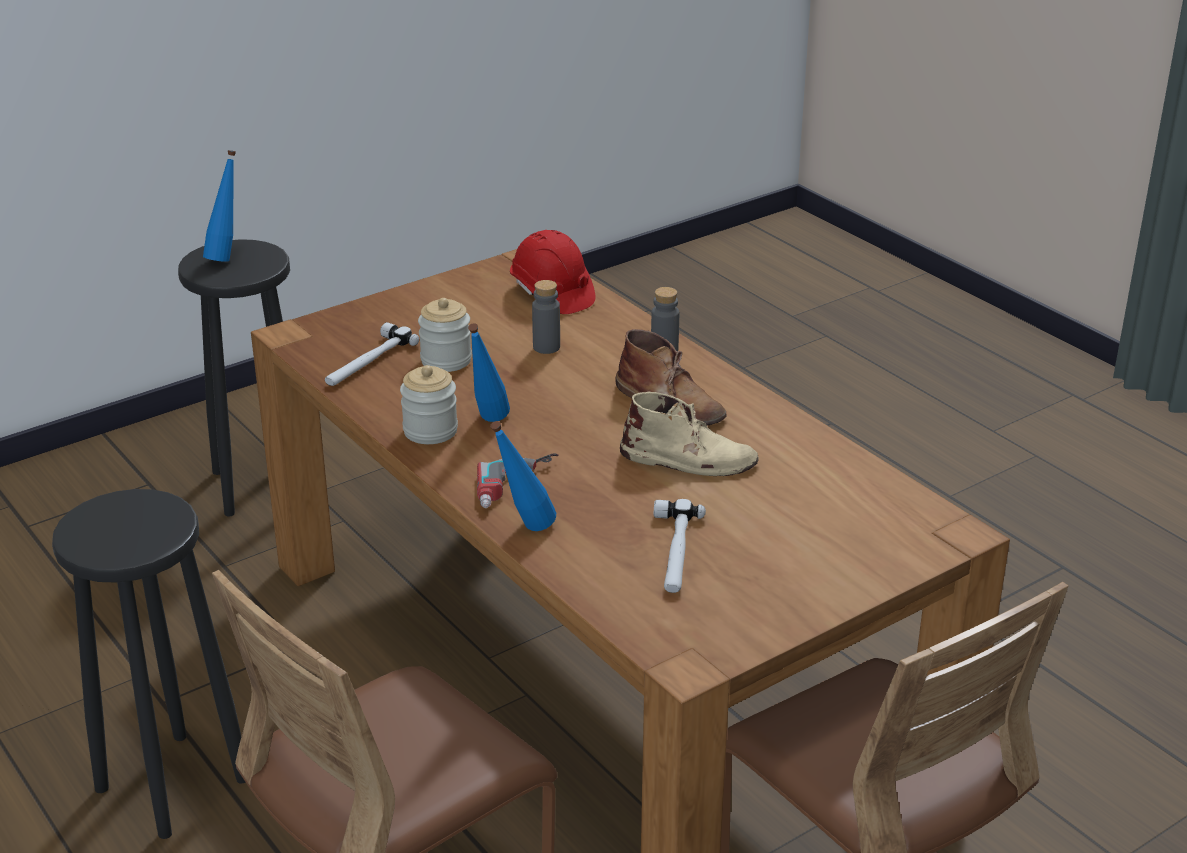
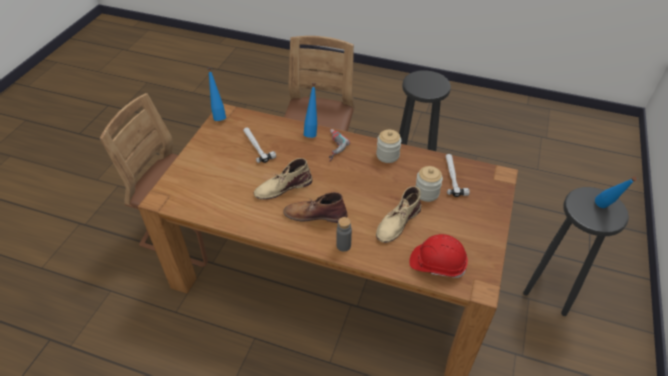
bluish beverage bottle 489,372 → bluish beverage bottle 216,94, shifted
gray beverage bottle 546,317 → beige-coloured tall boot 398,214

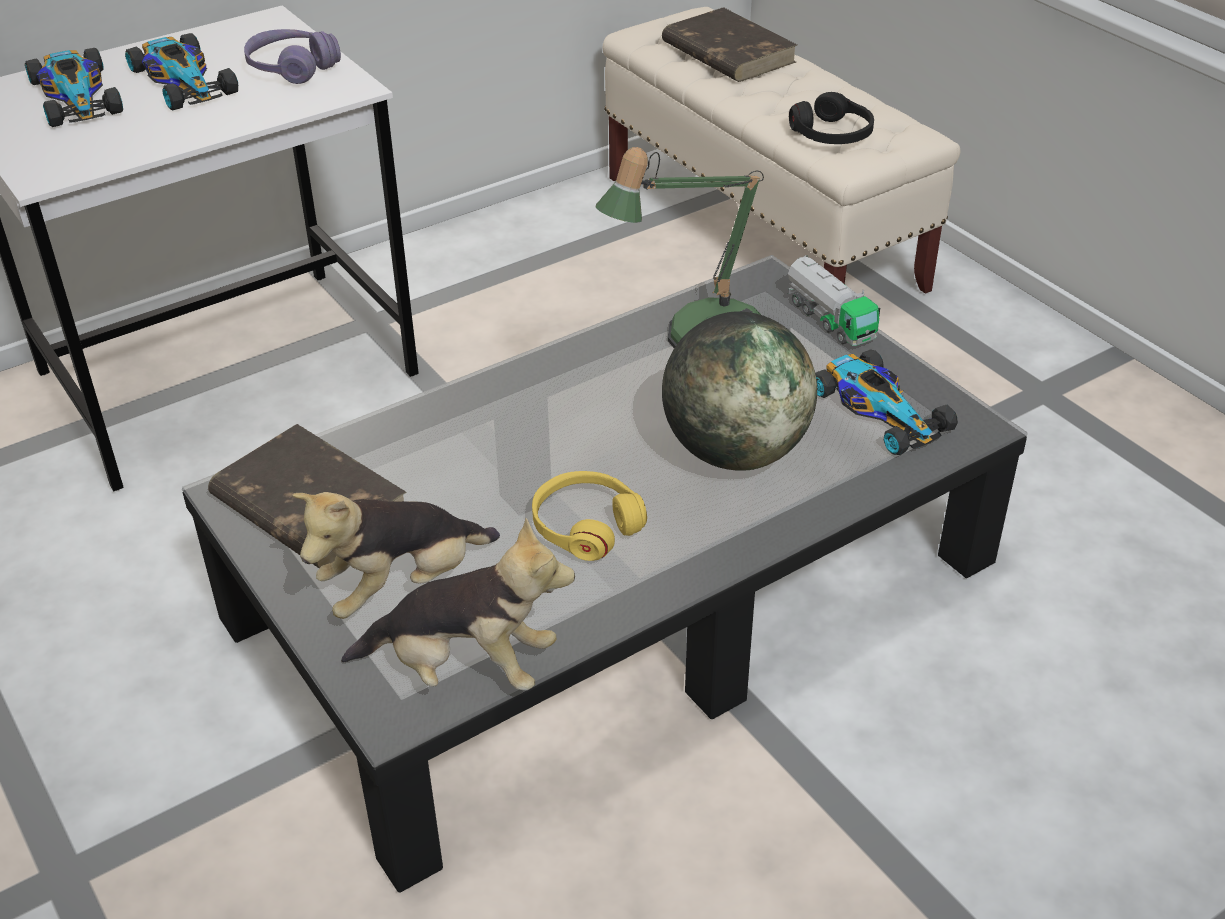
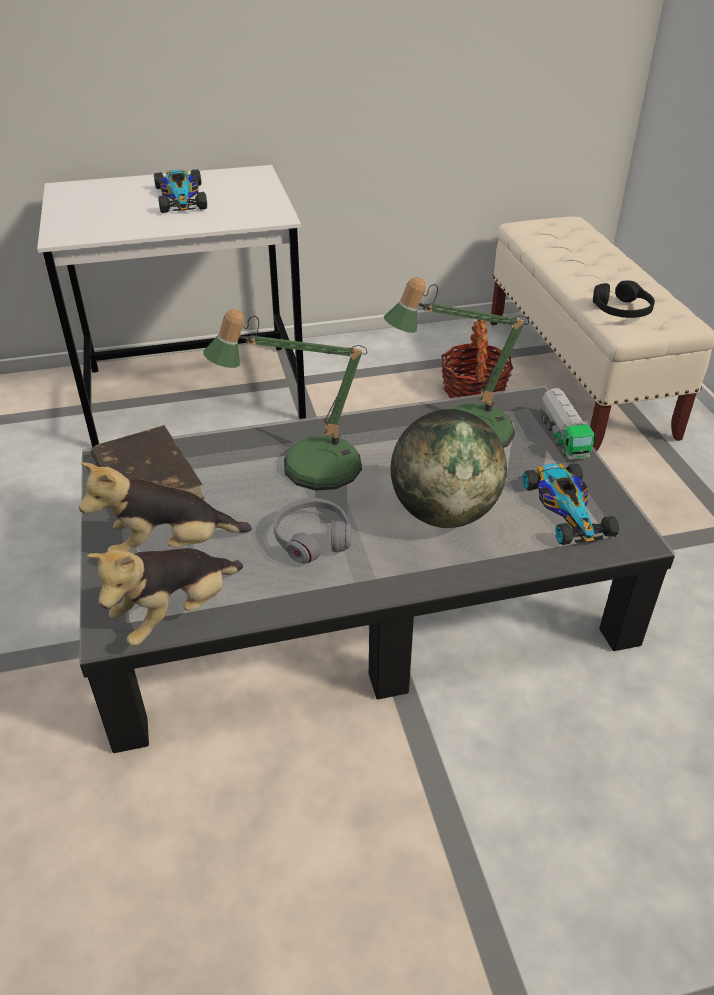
miniature car 74,87 → -
purple-coloured headset 292,56 → -
brownish bound book 729,44 → -
- → table lamp 285,400
- → household basket 477,359
yellow headset 589,516 → gray headset 312,530
cuddly toy 458,604 → cuddly toy 165,597, 105 degrees clockwise

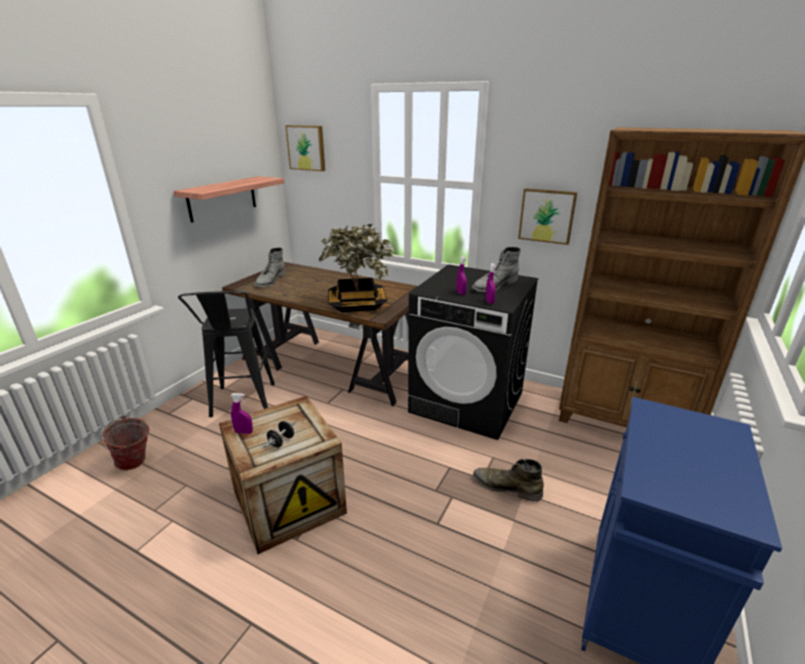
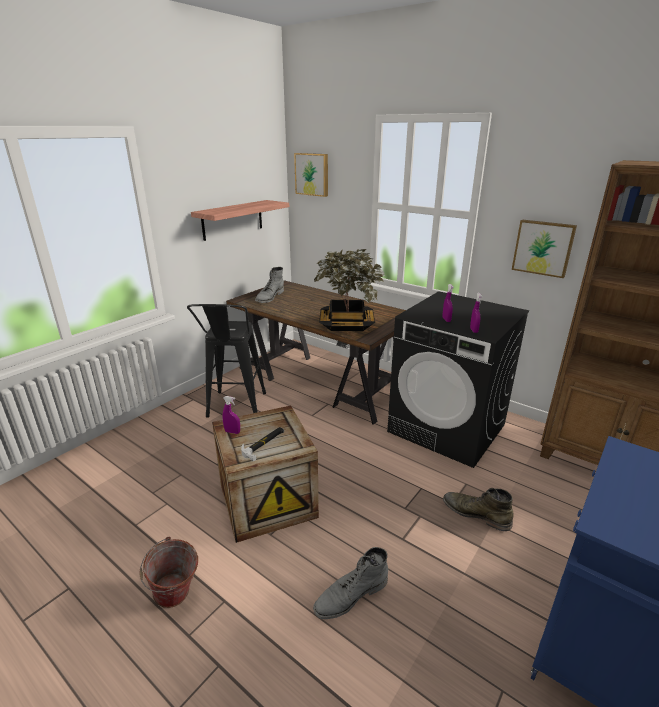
water bucket 124,443 → water bucket 169,572, shifted
gray tall boot 496,269 → gray tall boot 350,583, shifted
black-coloured dumbbell 279,434 → tool hammer 262,444

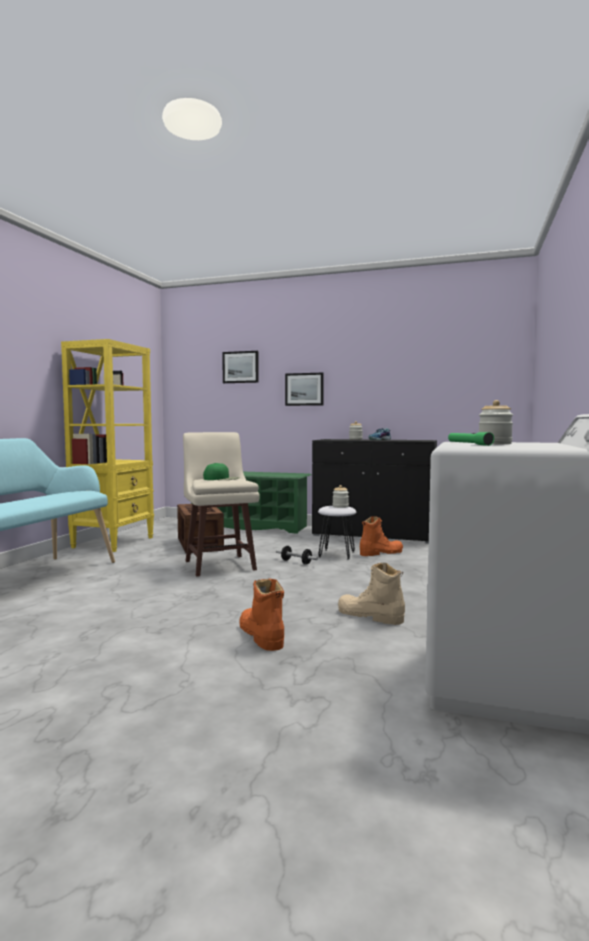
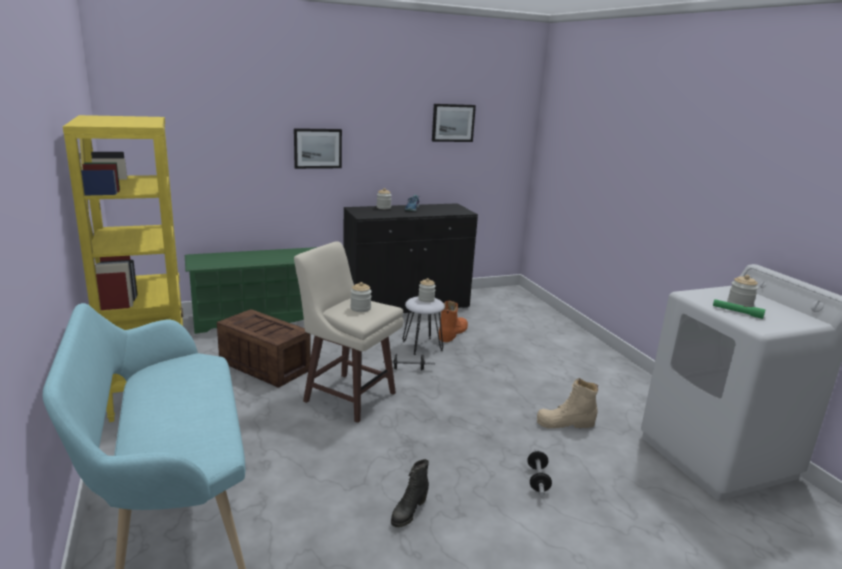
- → black-coloured tall boot 410,493
wall art 240,367 → wall art 454,123, shifted
green-coloured peaked cap 221,471 → preserve jar 361,297
orange tall boot 261,615 → dumbbell 539,472

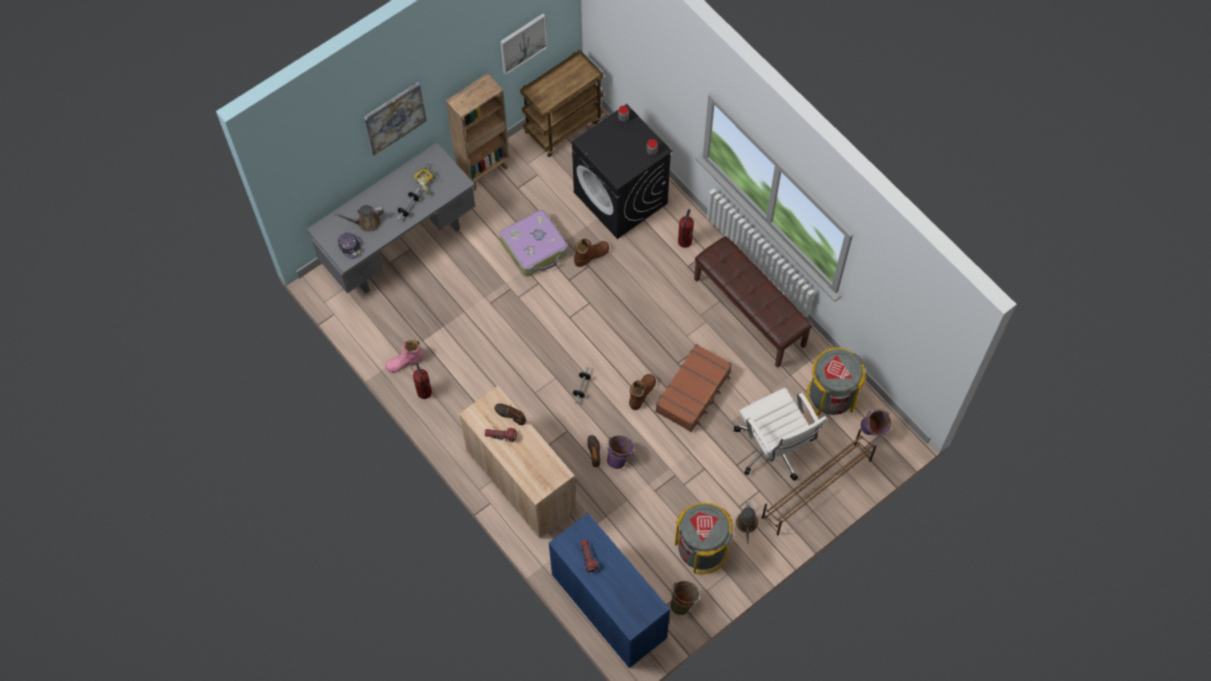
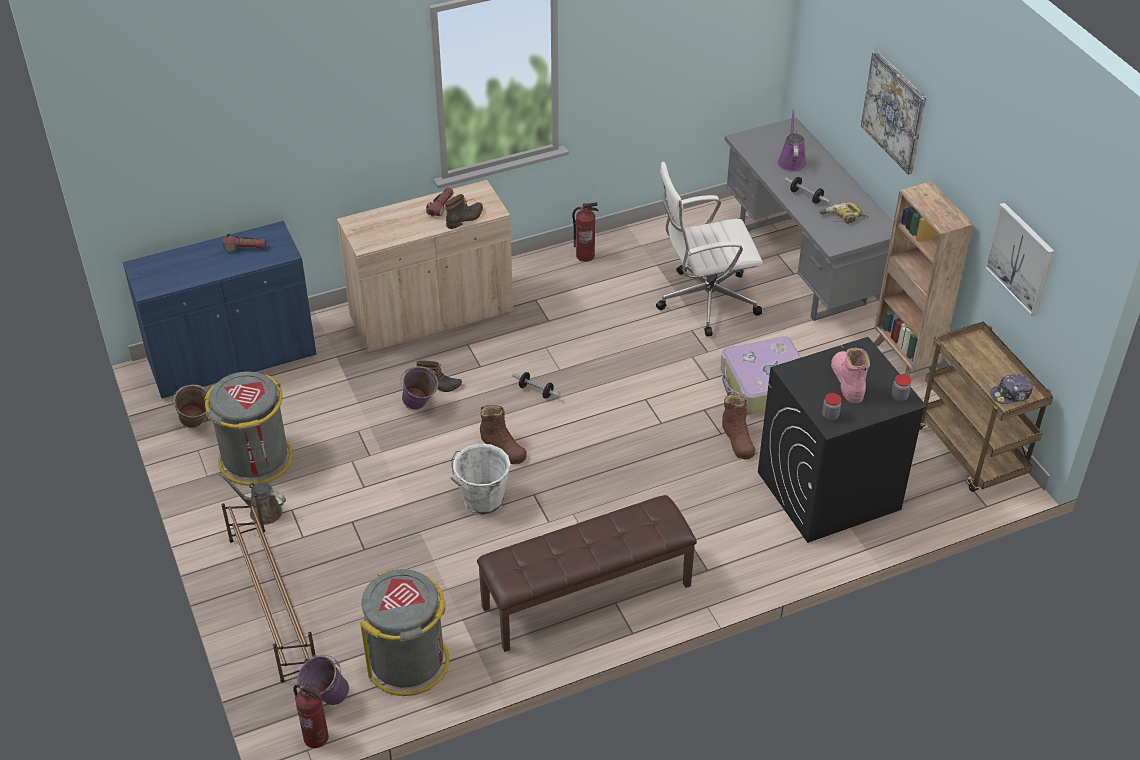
peaked cap 350,245 → peaked cap 1011,389, shifted
pink tall boot 404,356 → pink tall boot 850,375, shifted
fire-fighting cylinder 686,228 → fire-fighting cylinder 311,716, shifted
white-coloured desk chair 780,434 → white-coloured desk chair 709,249, shifted
brownish travel case 693,388 → white-coloured water bucket 481,479
brownish watering pot 359,218 → purple-coloured watering pot 792,141

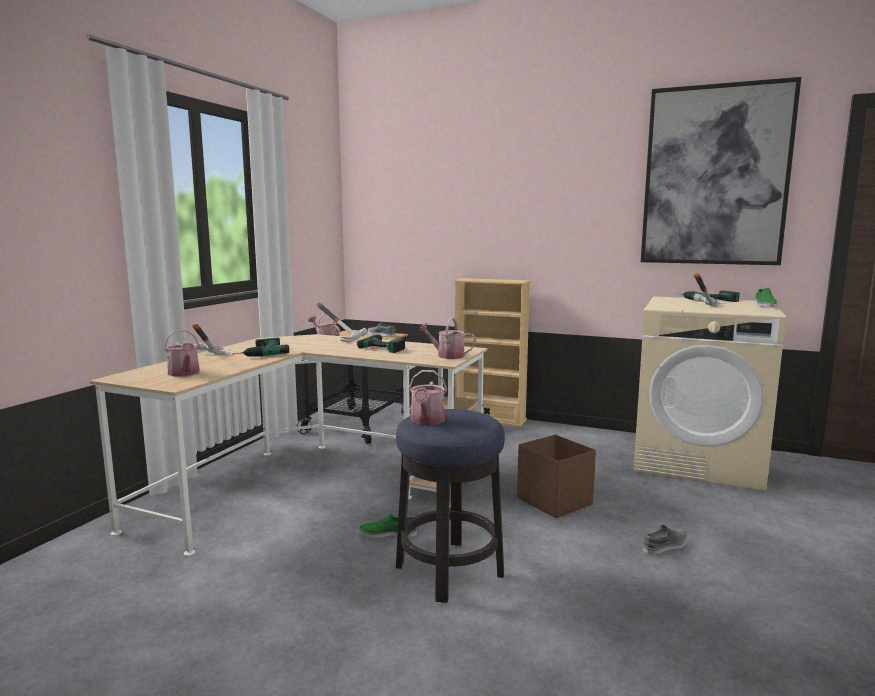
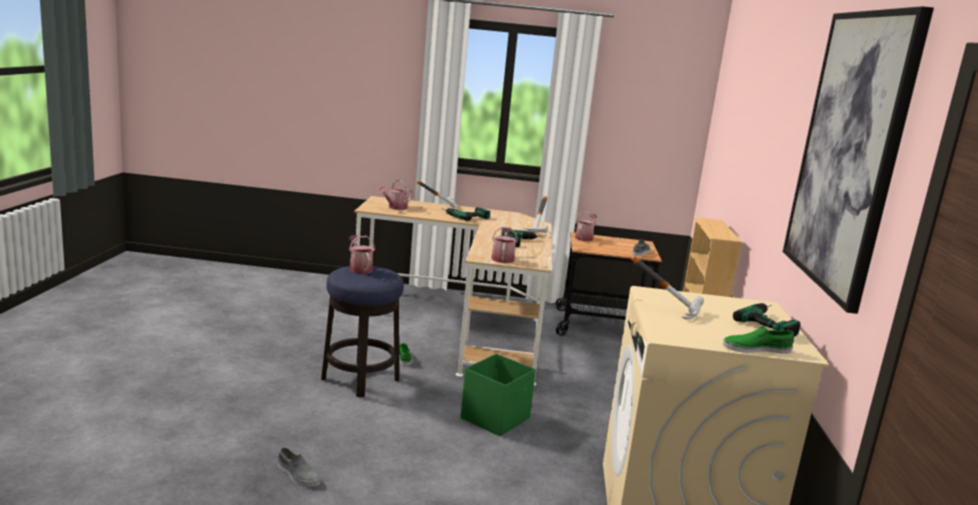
gray low shoe 665,540 → gray low shoe 299,467, shifted
brownish storage container 556,476 → green-coloured storage container 498,395
watering pot 428,397 → watering pot 362,254, 75 degrees clockwise

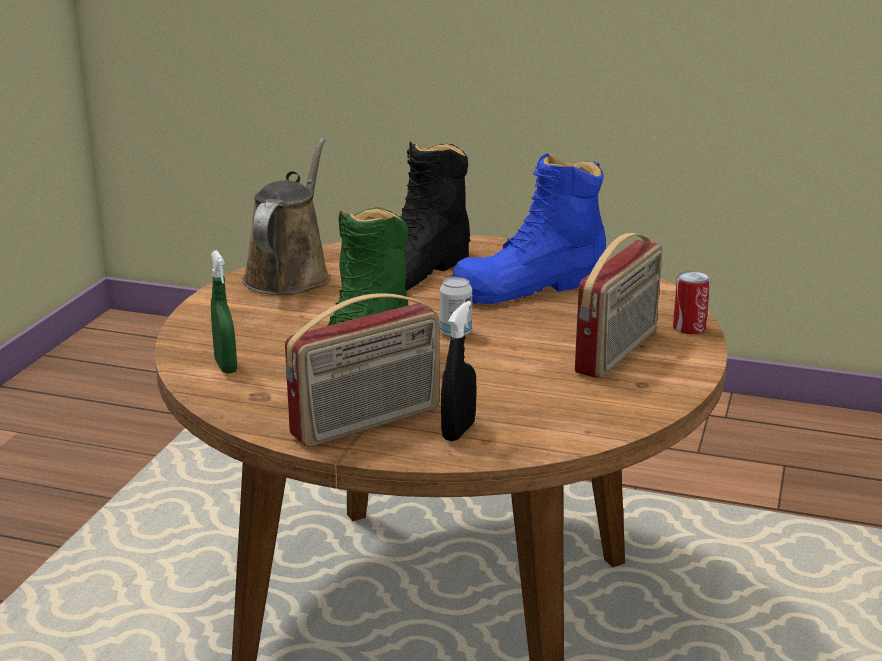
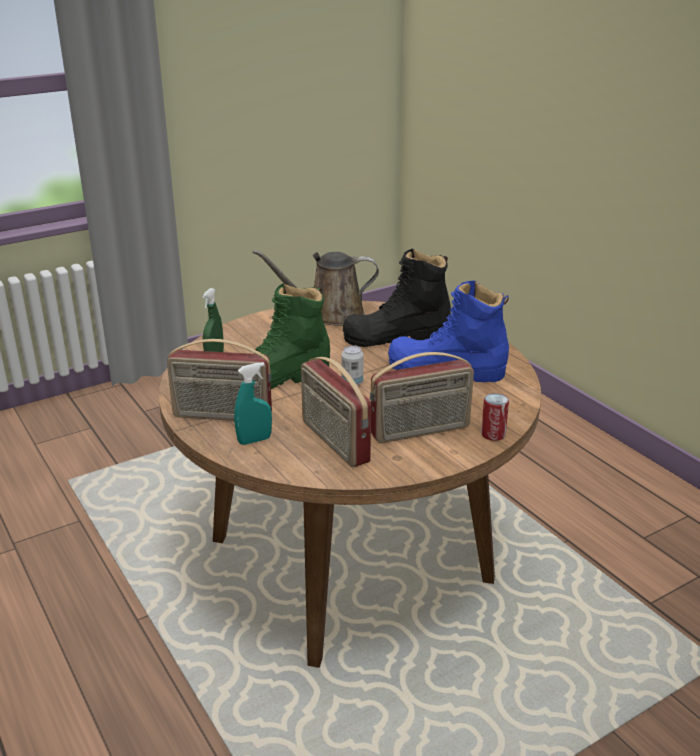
- → radio receiver 336,412
black-coloured sprayer 459,371 → turquoise sprayer 253,403
brownish watering pot 286,216 → brownish watering pot 315,288, 150 degrees counterclockwise

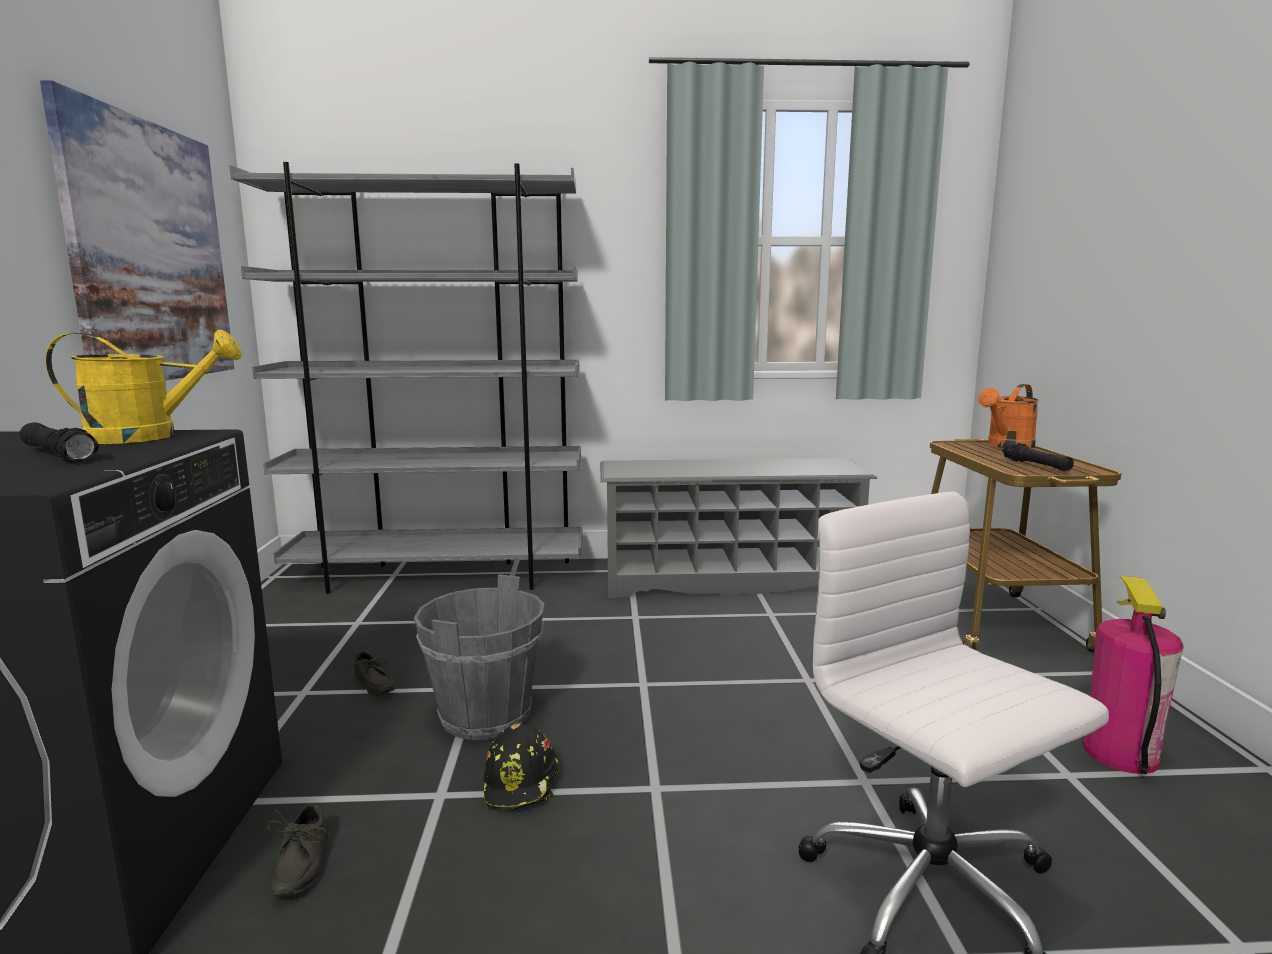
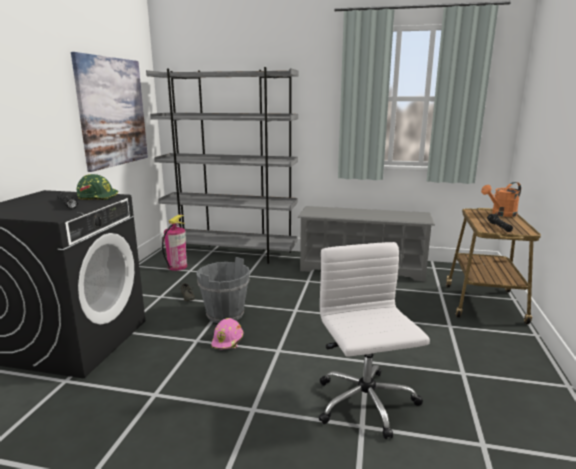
gray low shoe 297,850 → -
fire-fighting cylinder 1133,675 → fire-fighting cylinder 174,243, shifted
yellow watering pot 143,386 → green-coloured hard hat 98,187
black-coloured hard hat 521,766 → pink hard hat 227,334

